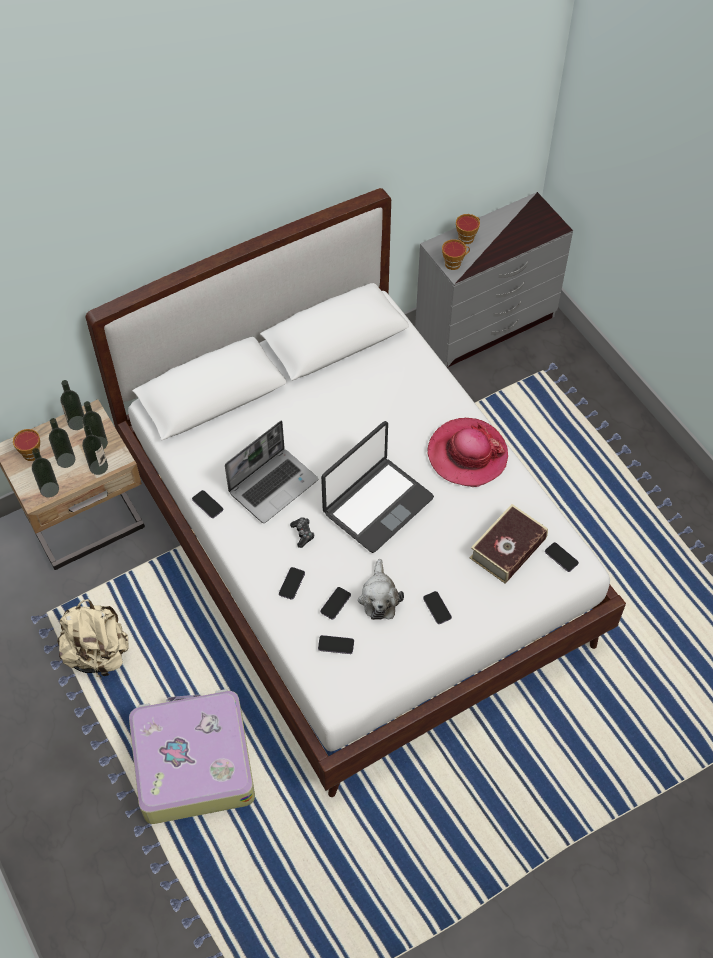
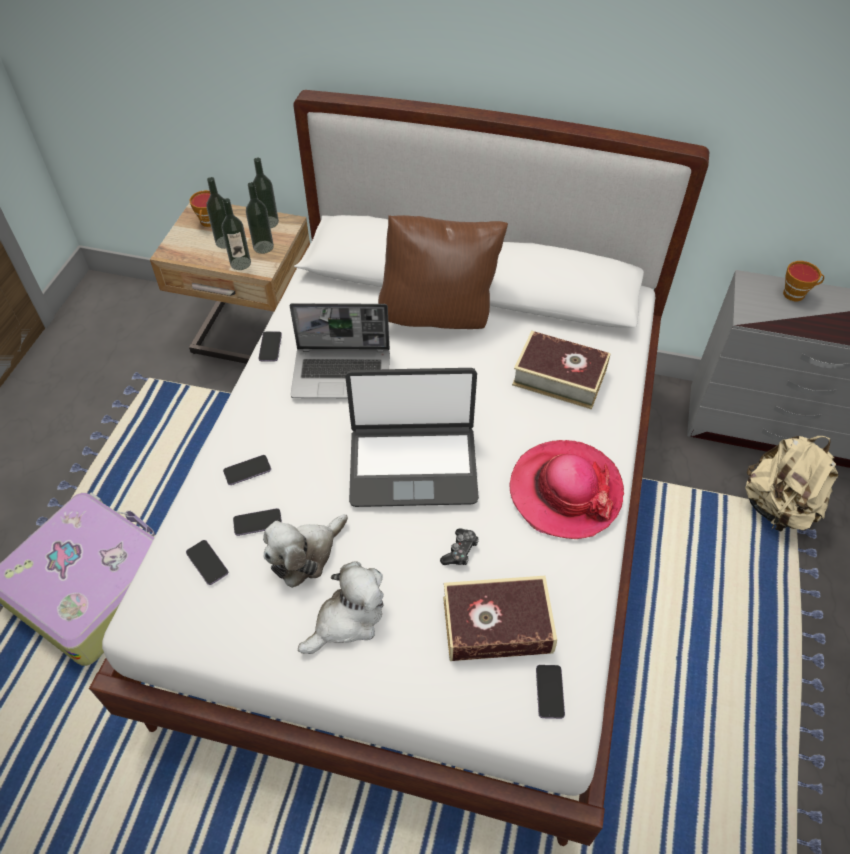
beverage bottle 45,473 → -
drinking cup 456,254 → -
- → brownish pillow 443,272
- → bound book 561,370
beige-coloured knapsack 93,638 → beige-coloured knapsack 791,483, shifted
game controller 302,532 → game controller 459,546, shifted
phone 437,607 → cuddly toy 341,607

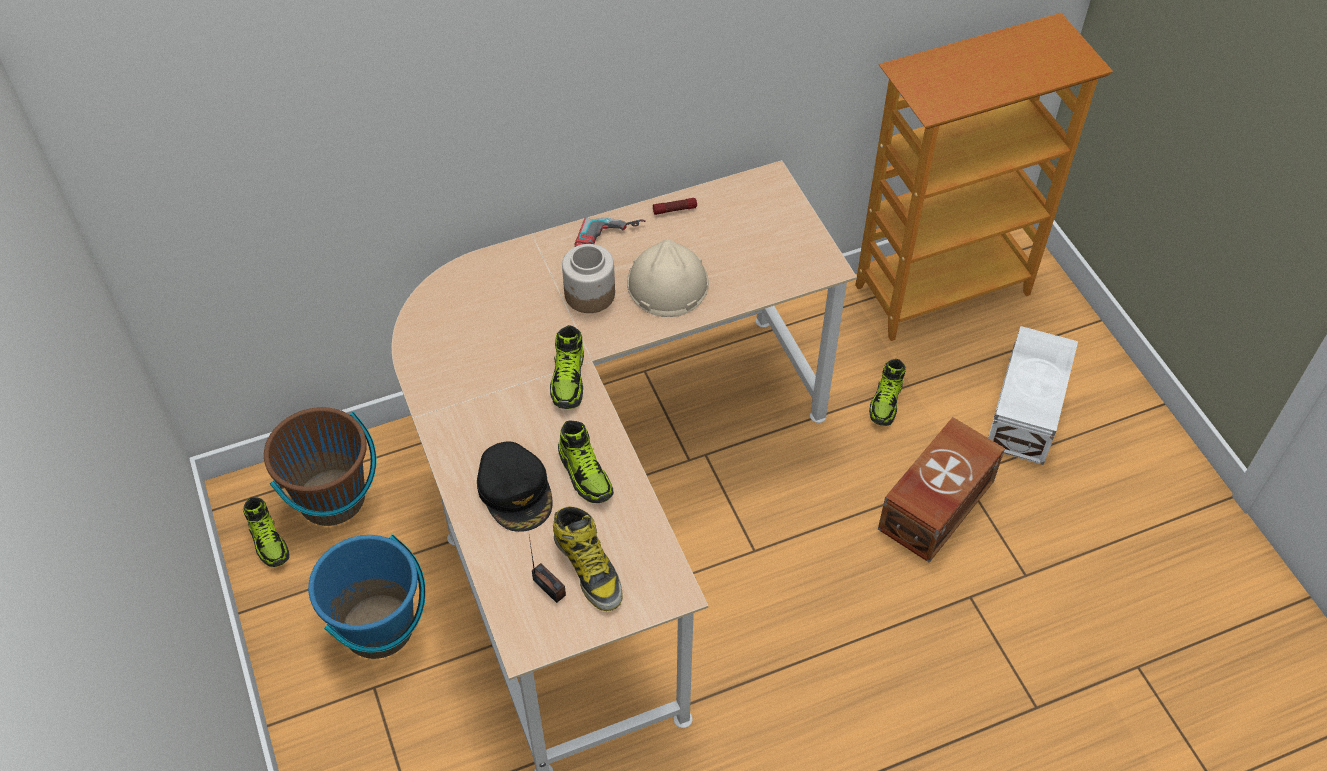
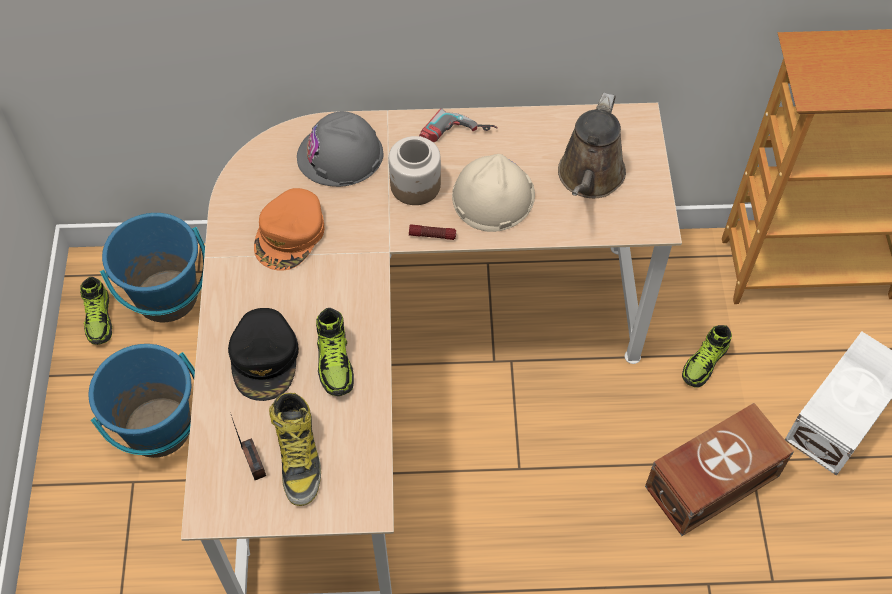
low shoe 567,367 → -
- → orange peaked cap 289,229
- → gray hard hat 340,149
- → brownish watering pot 592,145
torch 675,206 → torch 432,232, shifted
brownish water bucket 320,466 → bluish water bucket 152,268

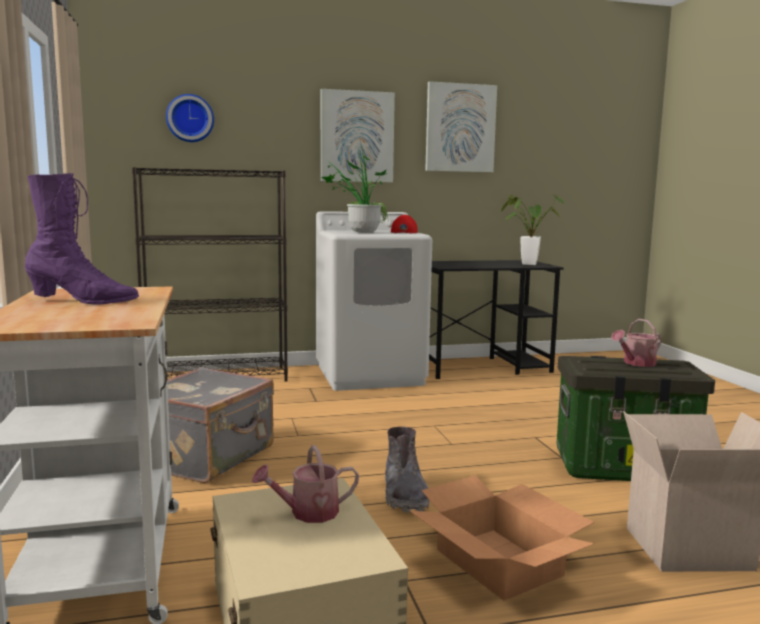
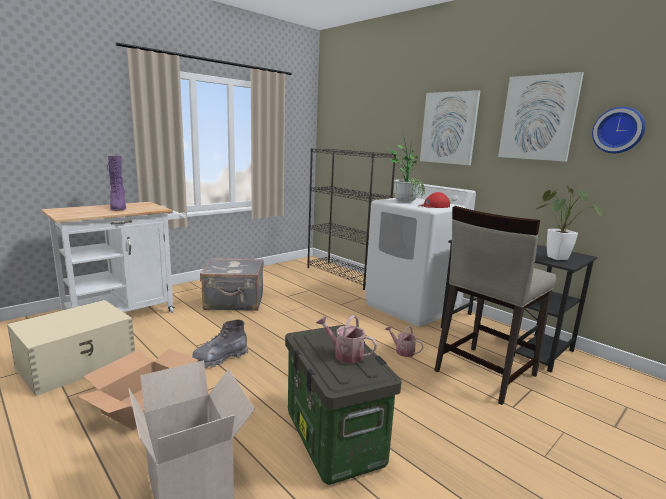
- → beige-coloured sitting stool 495,305
hanging clock 190,118 → hanging clock 618,130, shifted
watering pot 305,484 → watering pot 404,341, shifted

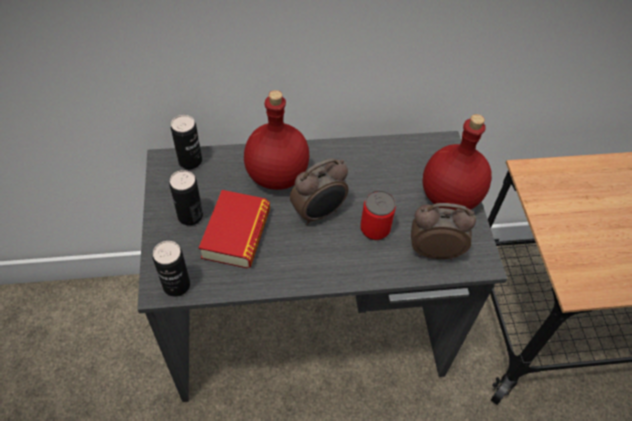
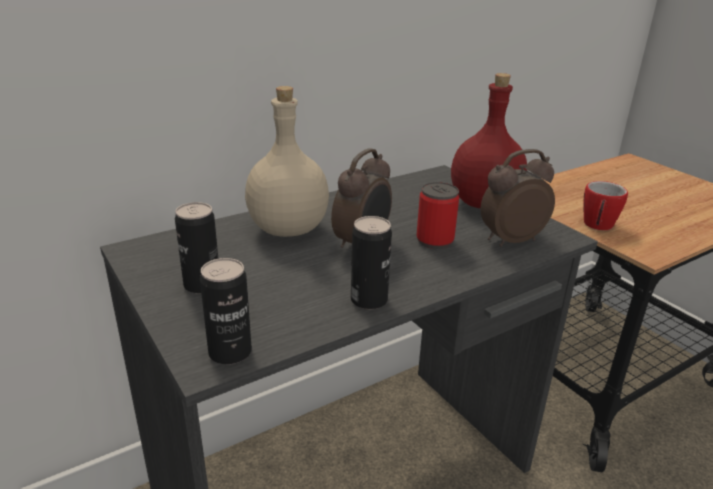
bound book 234,229 → -
- → tea mug 605,205
sealed can 186,142 → sealed can 371,263, shifted
reddish beverage bottle 276,140 → beige-coloured beverage bottle 287,161

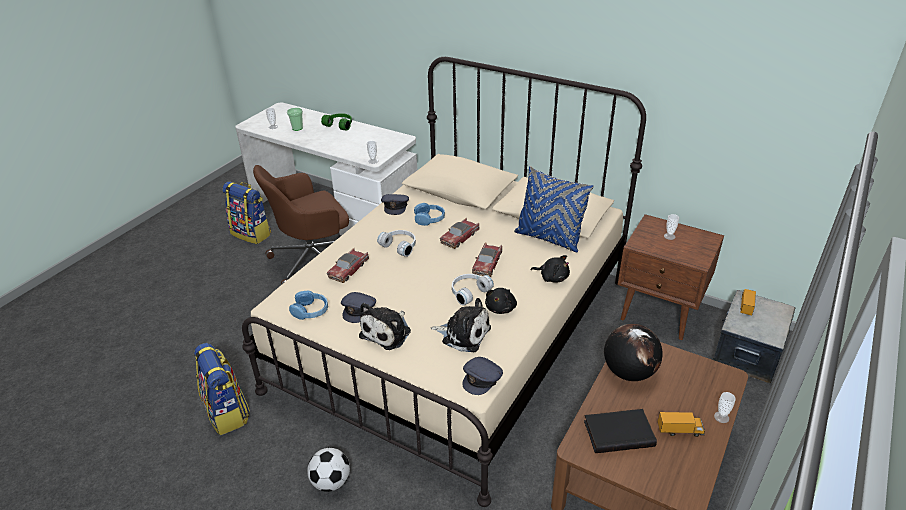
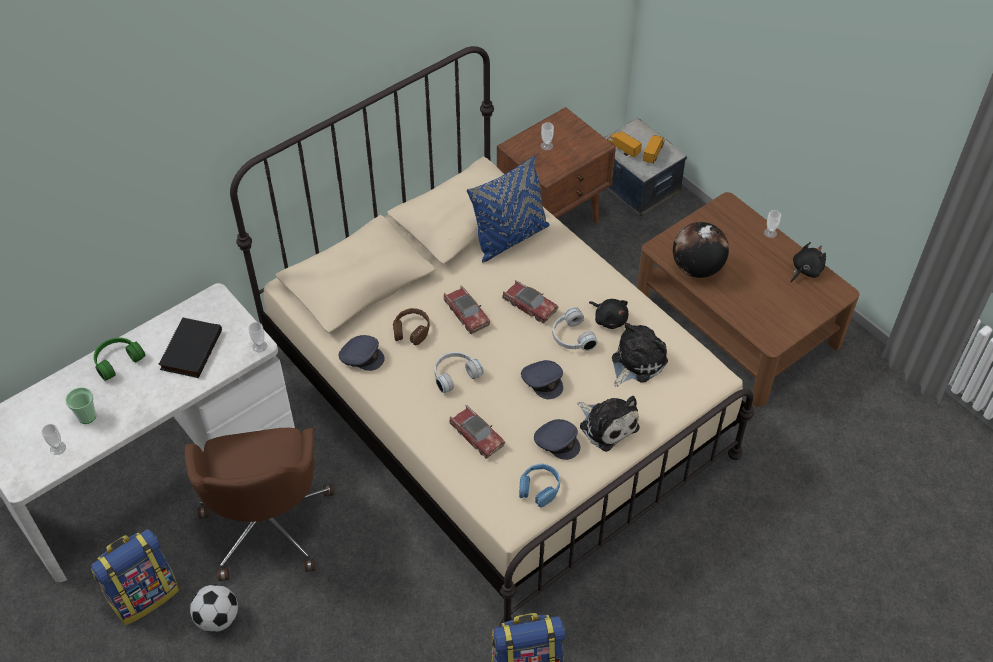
football 328,470 → football 214,608, shifted
gray peaked cap 482,376 → gray peaked cap 542,379, shifted
black-coloured cuddly toy 550,269 → black-coloured cuddly toy 808,262, shifted
black-coloured bound book 620,431 → black-coloured bound book 190,348, shifted
model truck 681,424 → model truck 653,149, shifted
bluish headset 429,214 → brownish headset 411,326

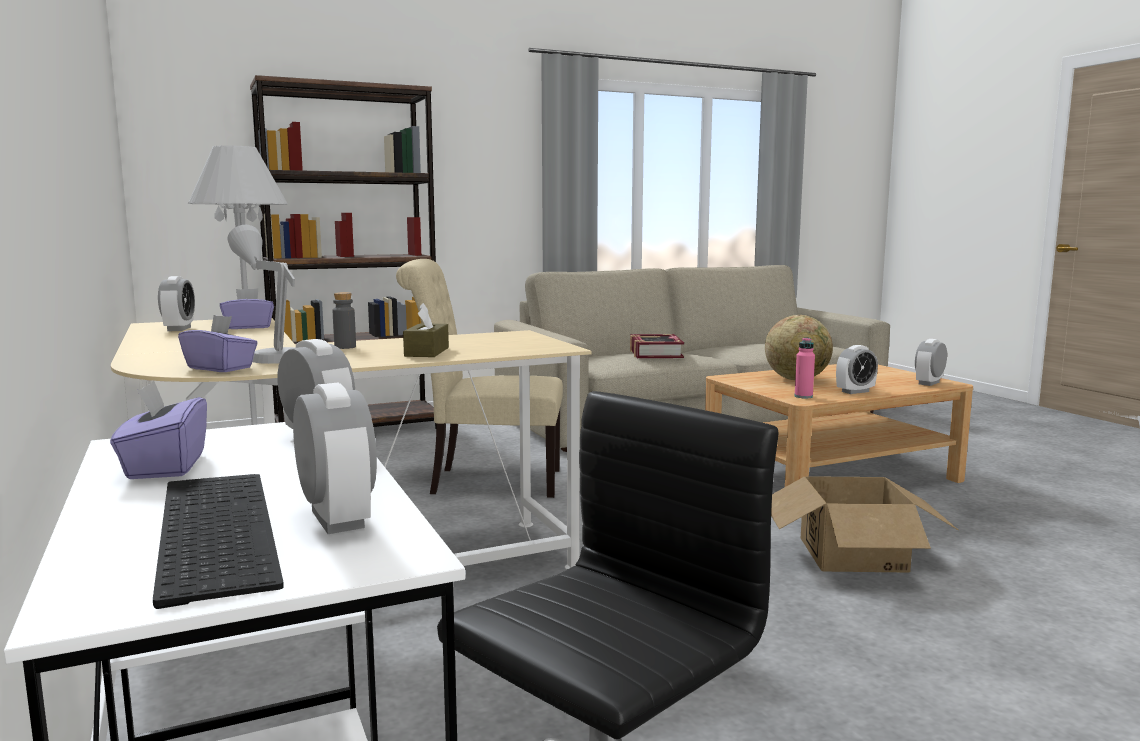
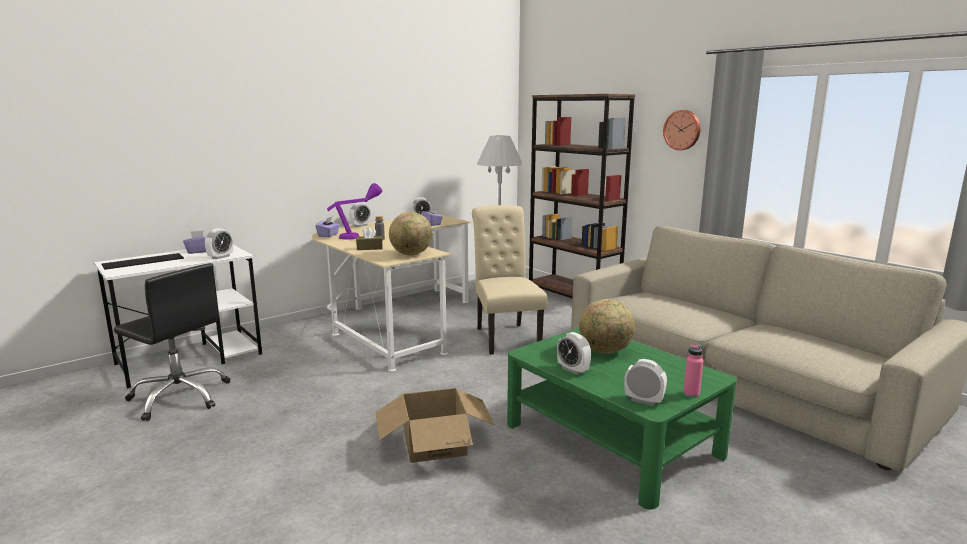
bound book 657,346 → -
- → world globe 411,234
- → hanging clock 682,130
table clock 335,458 → table clock 360,214, shifted
pink beverage bottle 805,367 → pink beverage bottle 693,371, shifted
gray table lamp 261,294 → purple-coloured table lamp 354,211
beige-coloured coffee table 839,425 → green-coloured coffee table 622,418

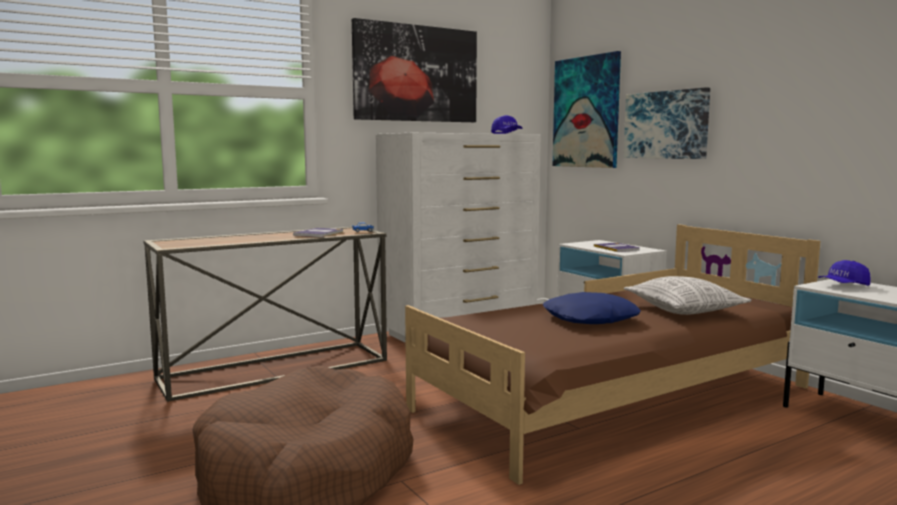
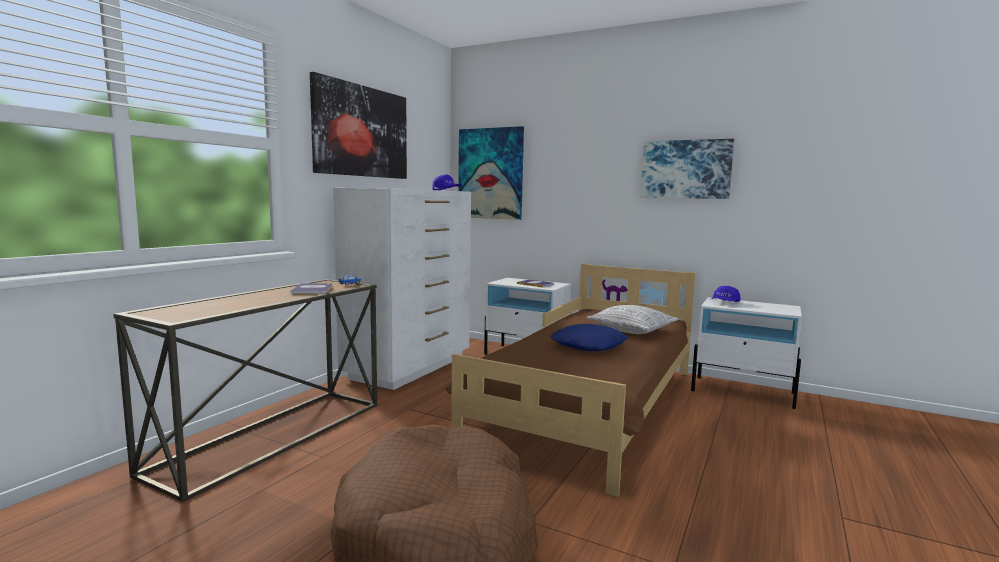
wall art 667,123 → wall art 687,169, shifted

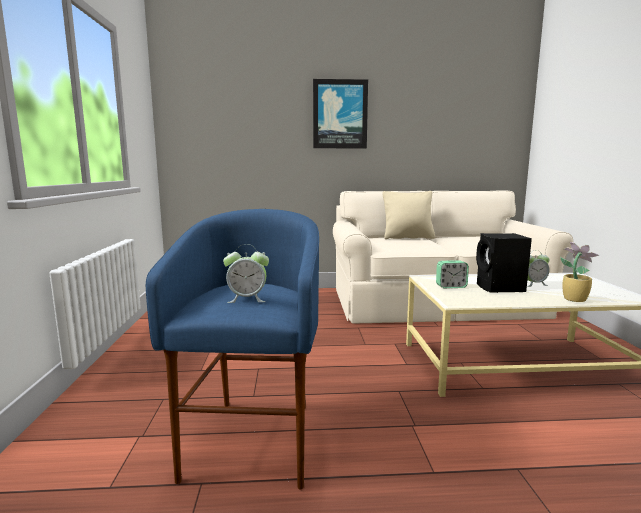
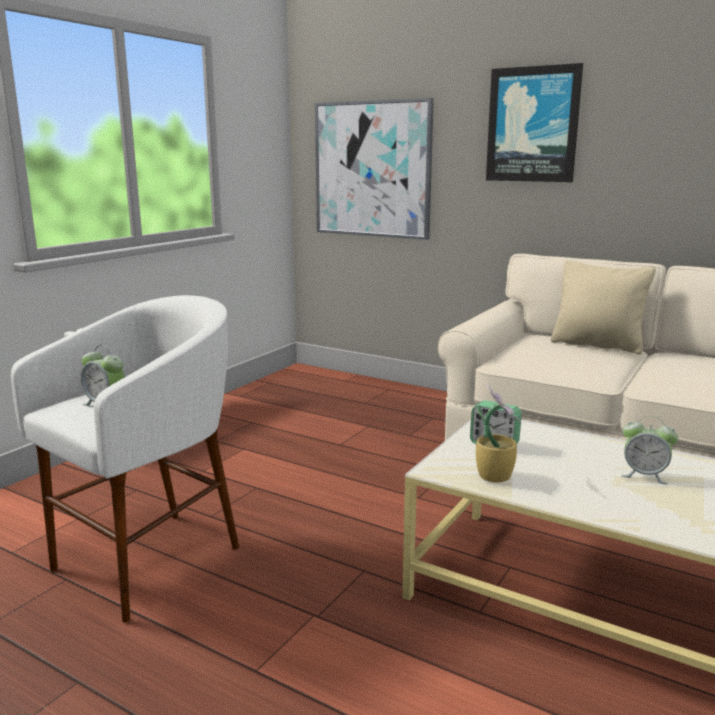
black-coloured loudspeaker 504,263 → -
- → wall art 374,169
houseplant 579,272 → houseplant 499,433, shifted
bluish sitting stool 232,349 → white-coloured sitting stool 125,459

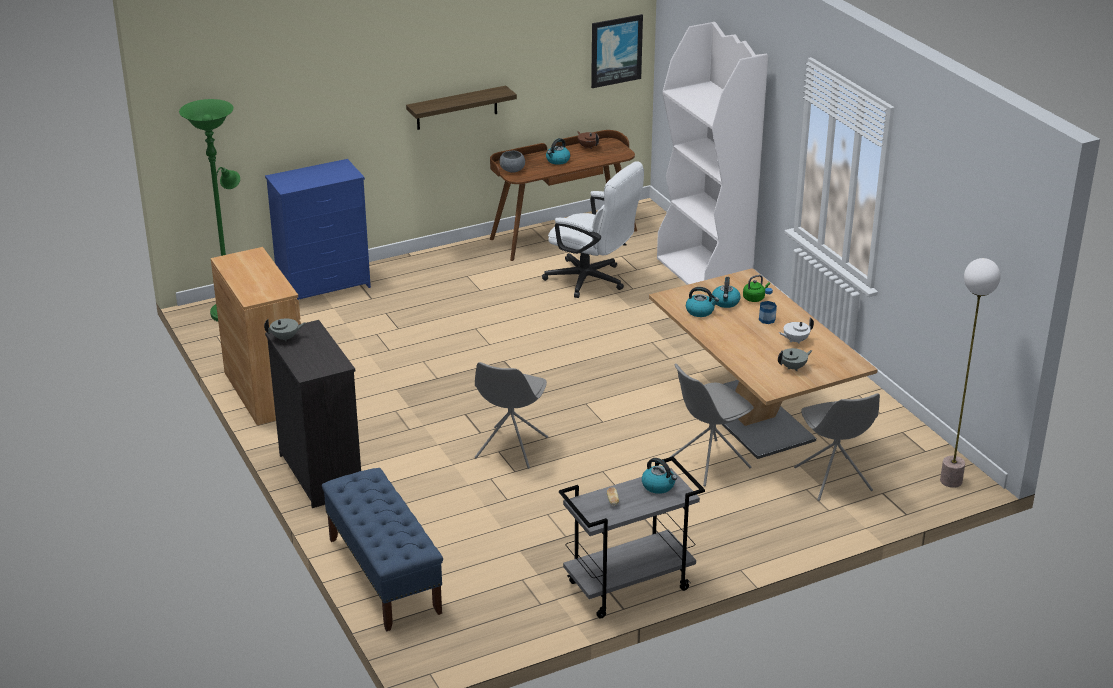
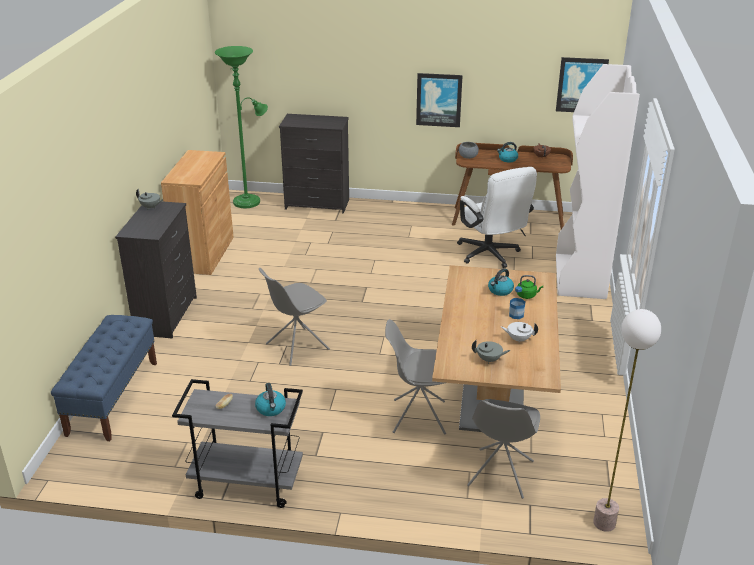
kettle 702,302 → -
shelf 461,108 → wall art 439,100
bluish drawer chest 318,229 → black-coloured drawer chest 314,164

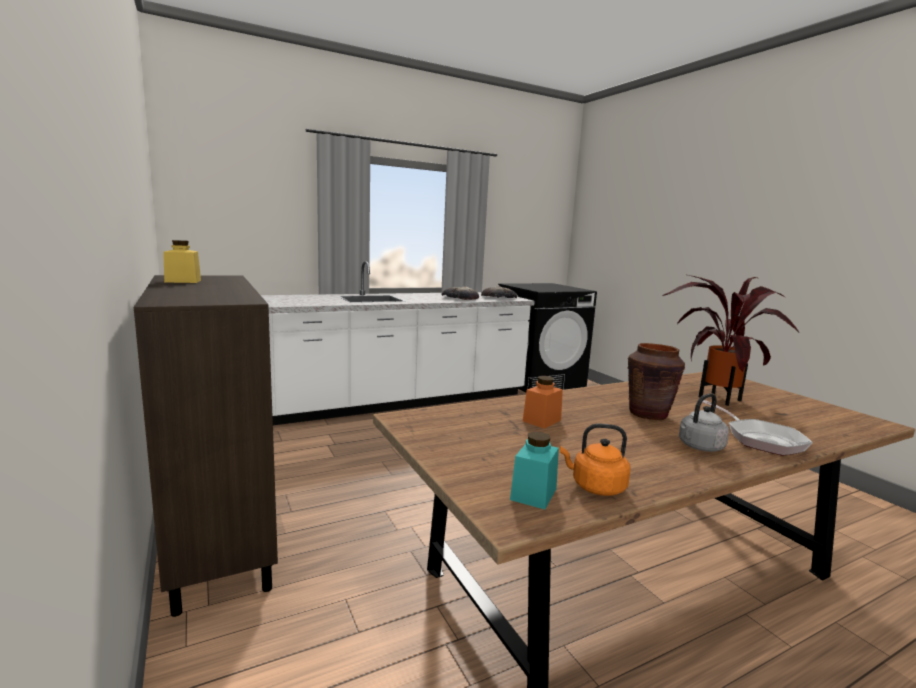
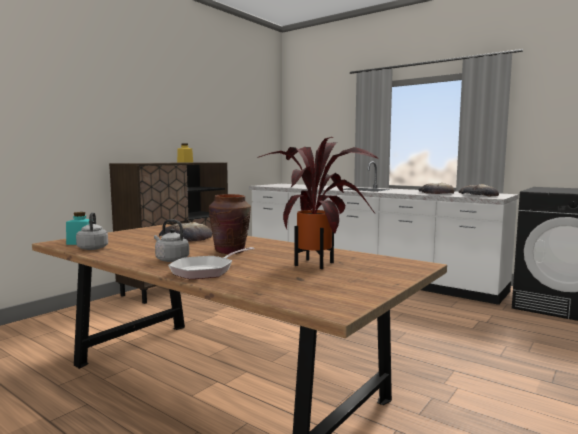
orange preserve jar 543,402 → baked bread 185,232
orange kettle 595,460 → gray kettle 92,231

